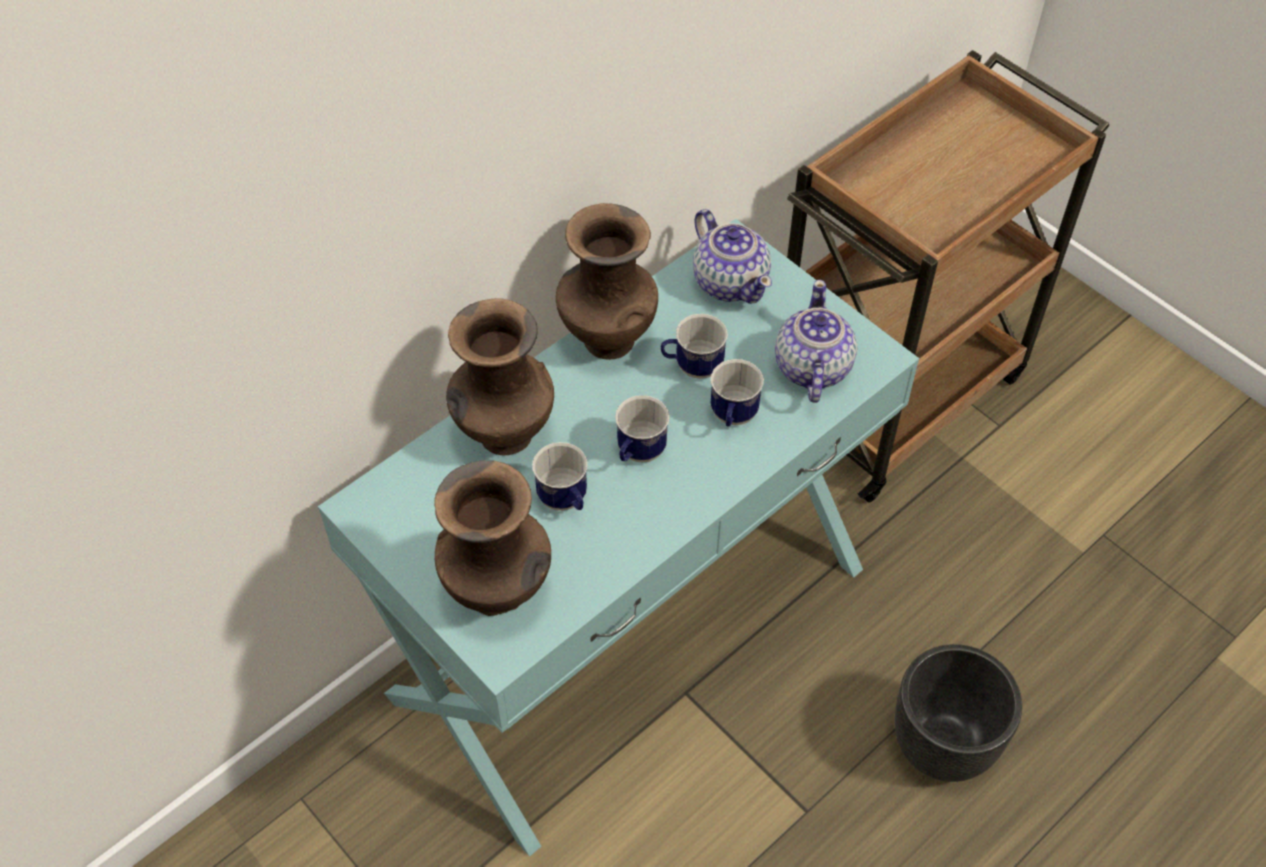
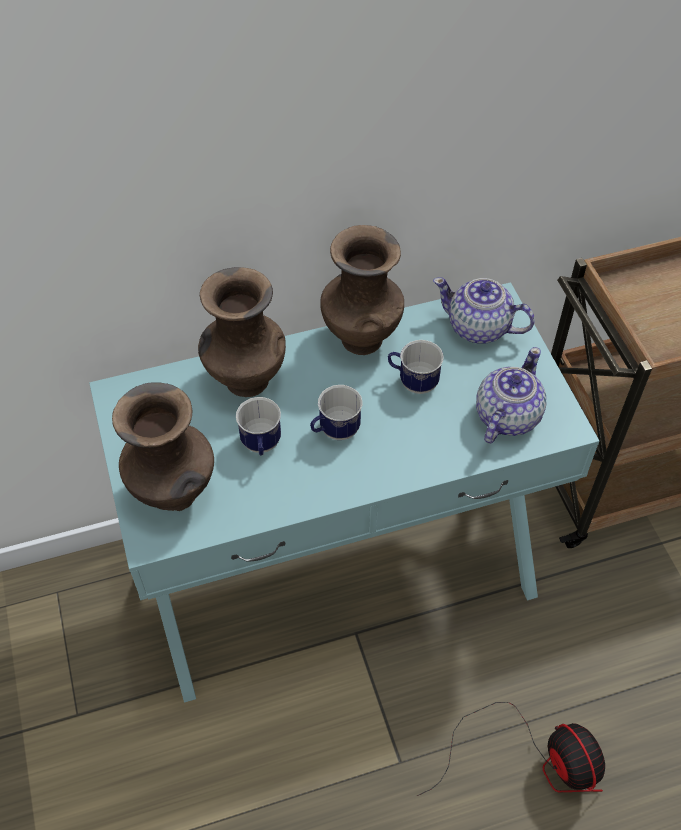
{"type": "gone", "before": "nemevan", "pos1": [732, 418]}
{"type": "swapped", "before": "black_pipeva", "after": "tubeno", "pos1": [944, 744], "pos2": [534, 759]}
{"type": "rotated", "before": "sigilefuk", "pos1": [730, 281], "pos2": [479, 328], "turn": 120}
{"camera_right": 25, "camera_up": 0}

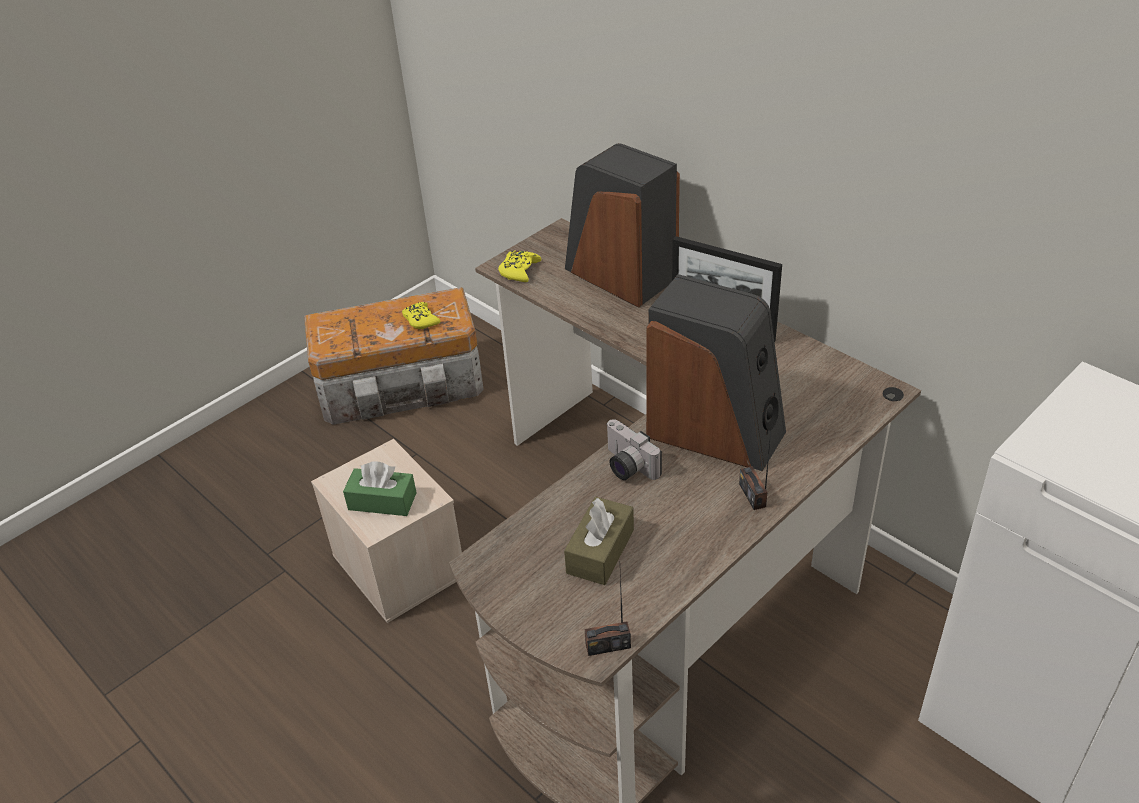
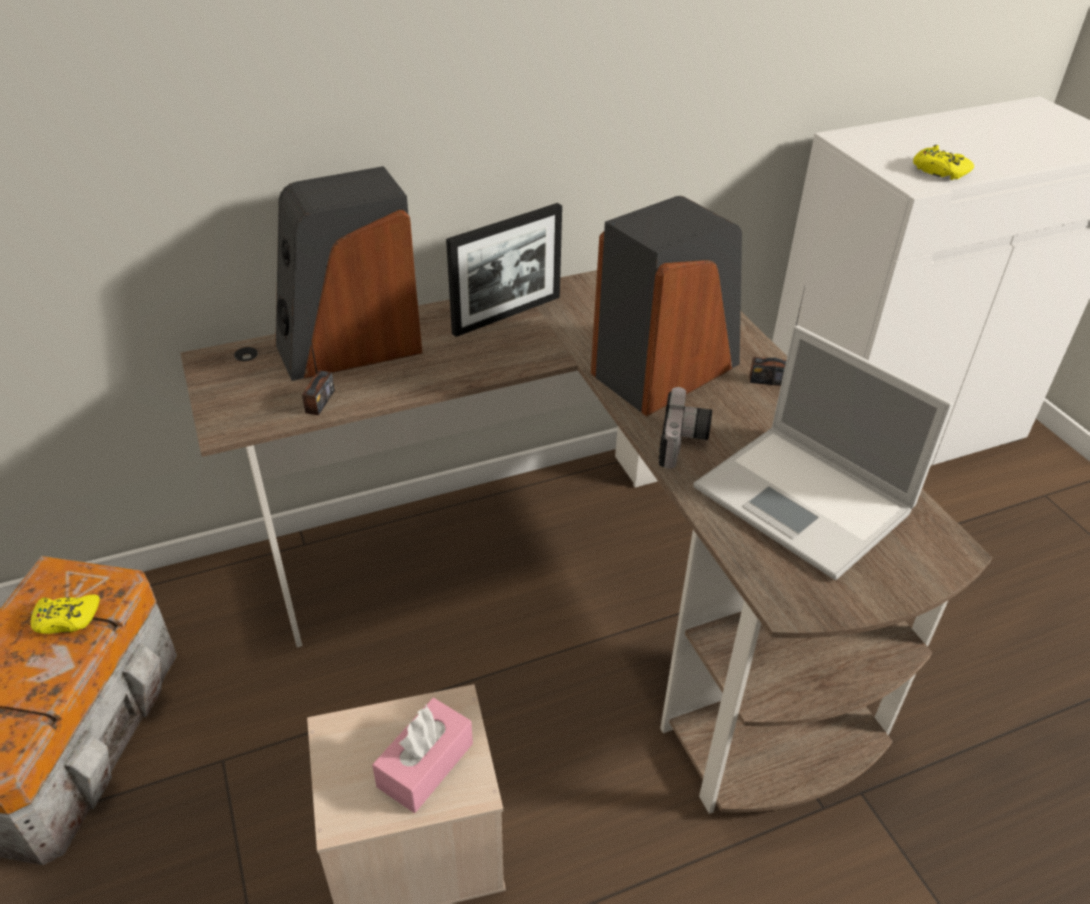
{"type": "shifted", "before": "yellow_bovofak", "pos1": [519, 271], "pos2": [939, 171]}
{"type": "shifted", "before": "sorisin", "pos1": [608, 645], "pos2": [319, 401]}
{"type": "swapped", "before": "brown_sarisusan", "after": "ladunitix", "pos1": [600, 551], "pos2": [806, 501]}
{"type": "repainted", "before": "green_sarisusan", "after": "pink_sarisusan", "pos1": [382, 501], "pos2": [425, 765]}
{"type": "rotated", "before": "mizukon", "pos1": [626, 466], "pos2": [684, 443], "turn": -60}
{"camera_right": -70, "camera_up": 0}

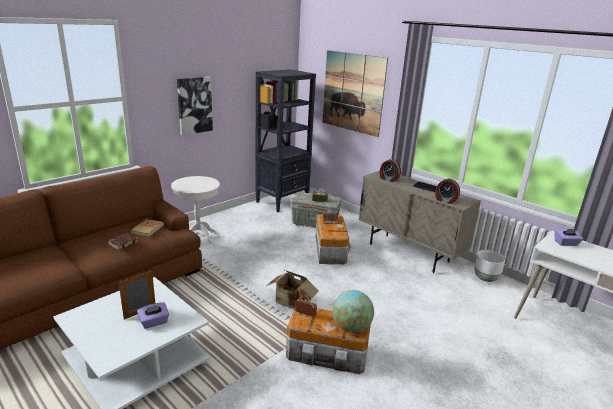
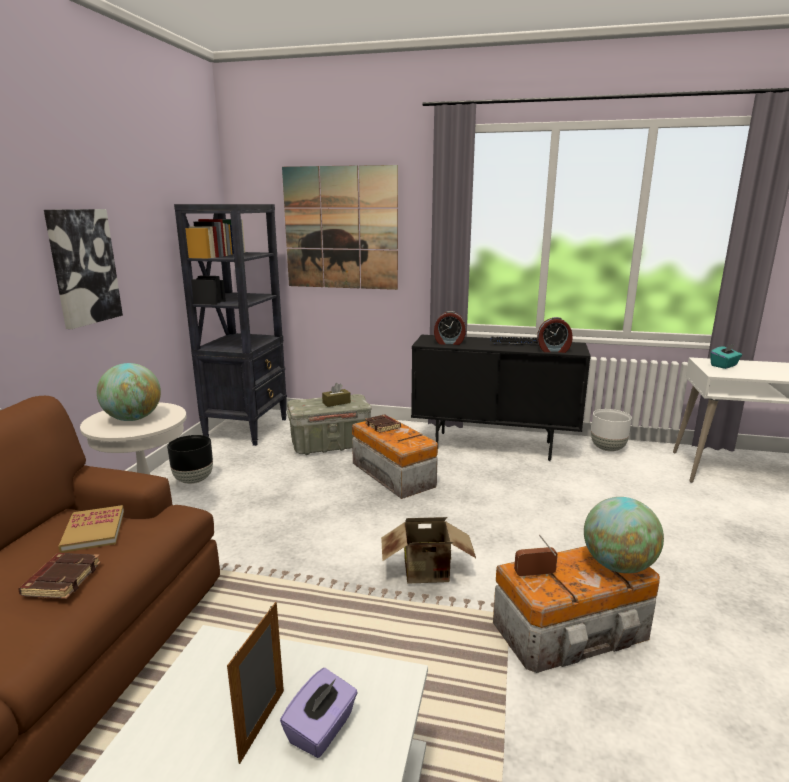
{"type": "new", "after": "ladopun", "pos2": [133, 419]}
{"type": "new", "after": "black_pipeva", "pos2": [194, 480]}
{"type": "repainted", "before": "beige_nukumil", "after": "black_nukumil", "pos1": [408, 253], "pos2": [493, 446]}
{"type": "repainted", "before": "purple_sarisusan", "after": "turquoise_sarisusan", "pos1": [566, 243], "pos2": [724, 365]}
{"camera_right": -30, "camera_up": -5}

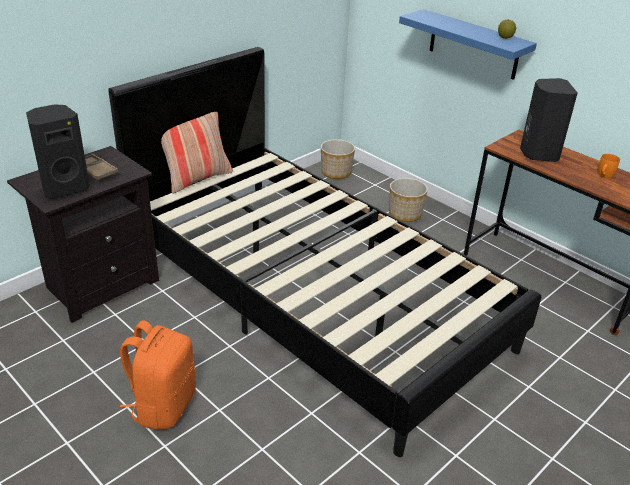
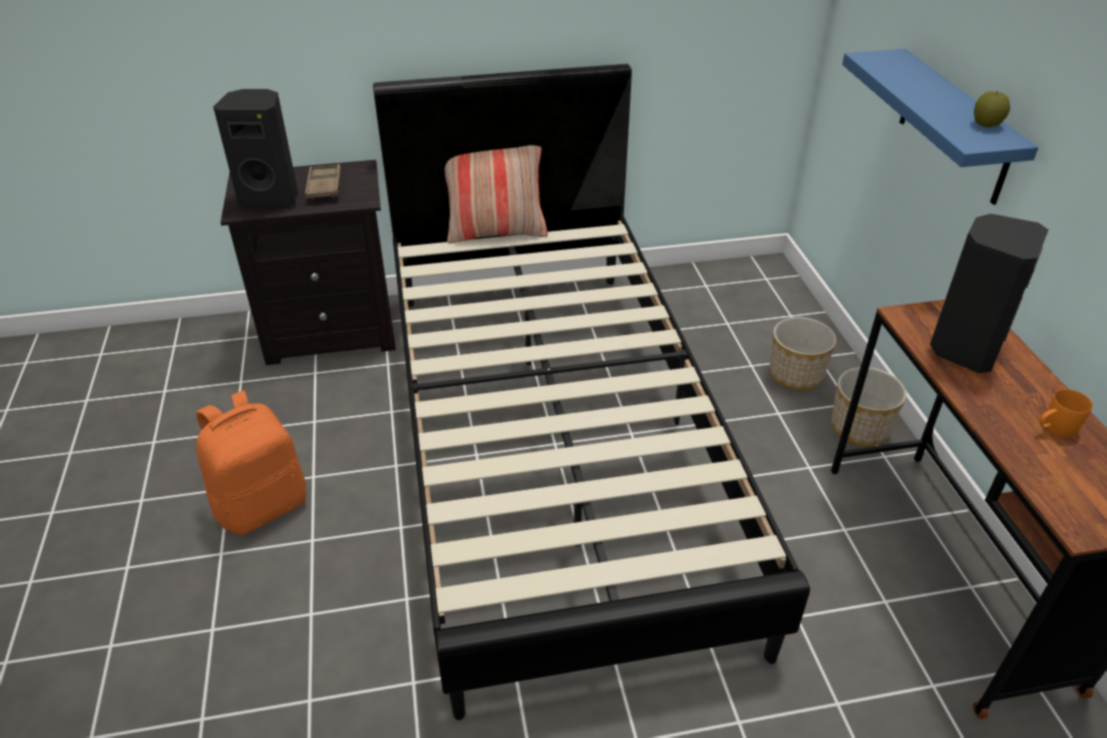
{"type": "shifted", "before": "pipeva", "pos1": [336, 172], "pos2": [859, 428]}
{"camera_right": 35, "camera_up": 5}

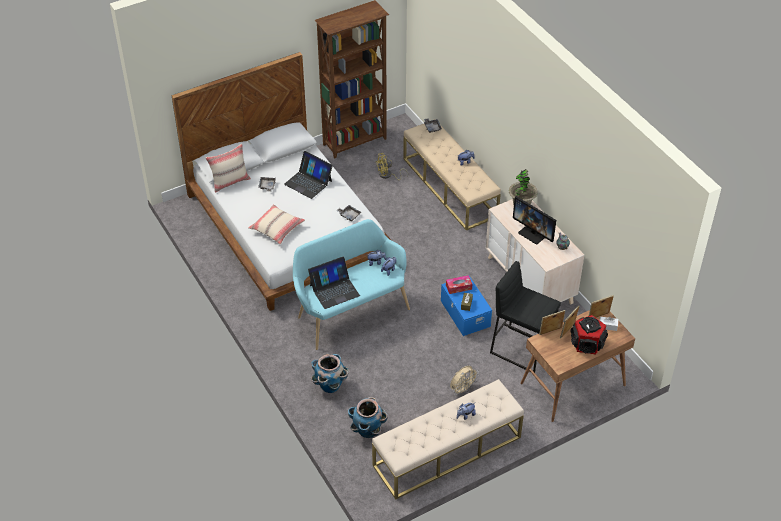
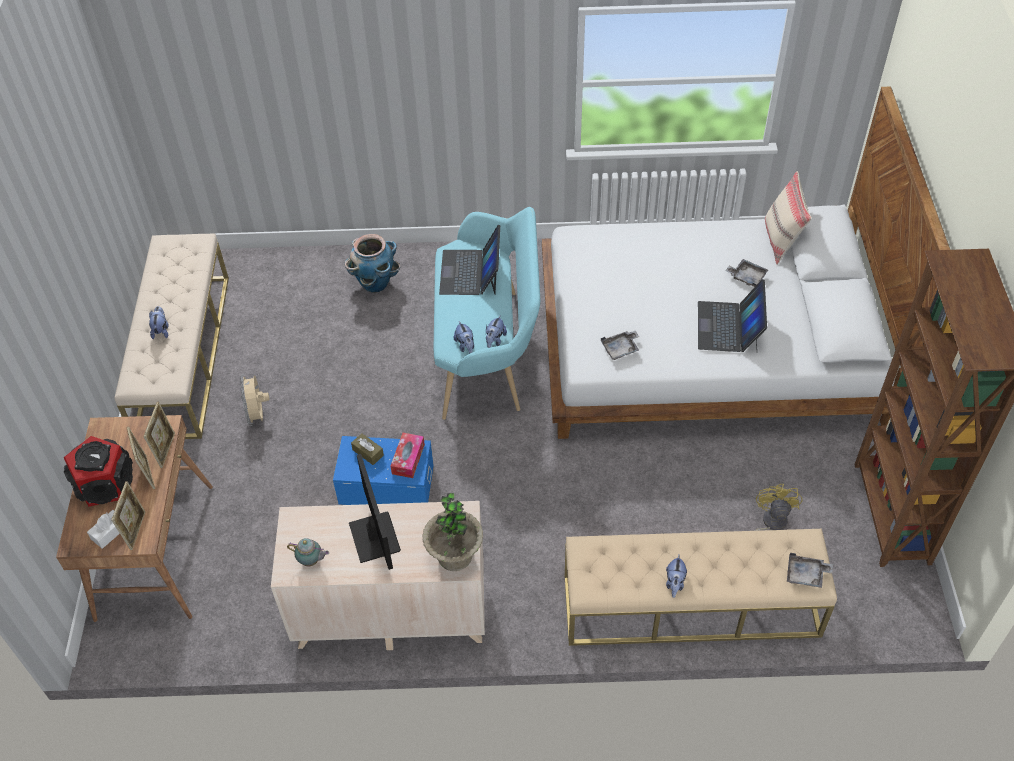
{"type": "gone", "before": "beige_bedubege", "pos1": [277, 228]}
{"type": "gone", "before": "pipeva", "pos1": [368, 431]}
{"type": "gone", "before": "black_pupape", "pos1": [522, 349]}
{"type": "rotated", "before": "ladunitix", "pos1": [308, 182], "pos2": [729, 327], "turn": -60}
{"type": "rotated", "before": "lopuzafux", "pos1": [534, 233], "pos2": [374, 536], "turn": 90}
{"camera_right": 120, "camera_up": 5}

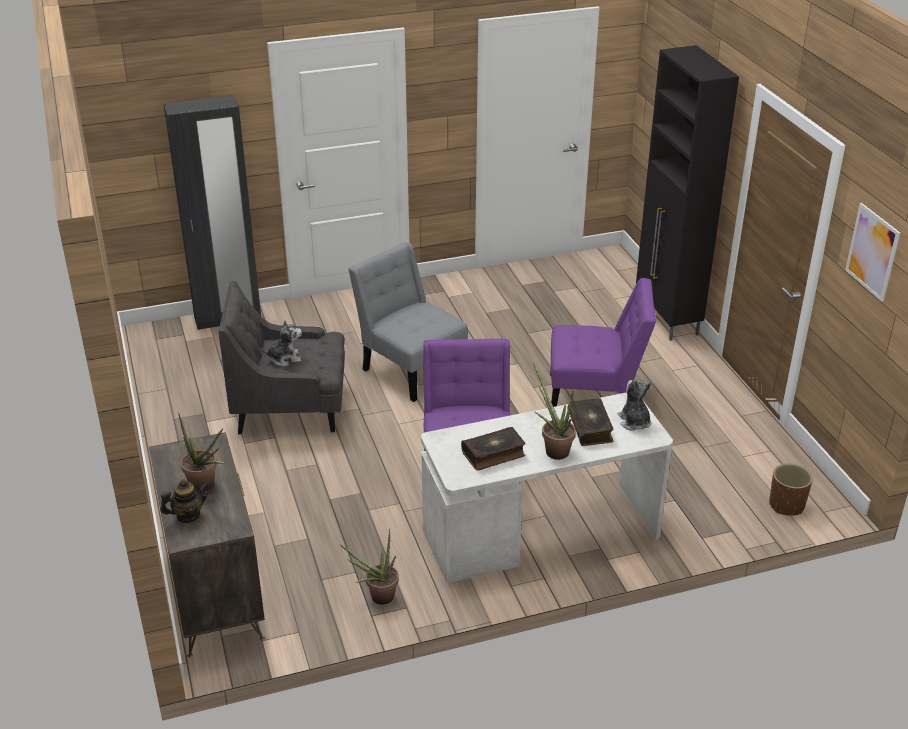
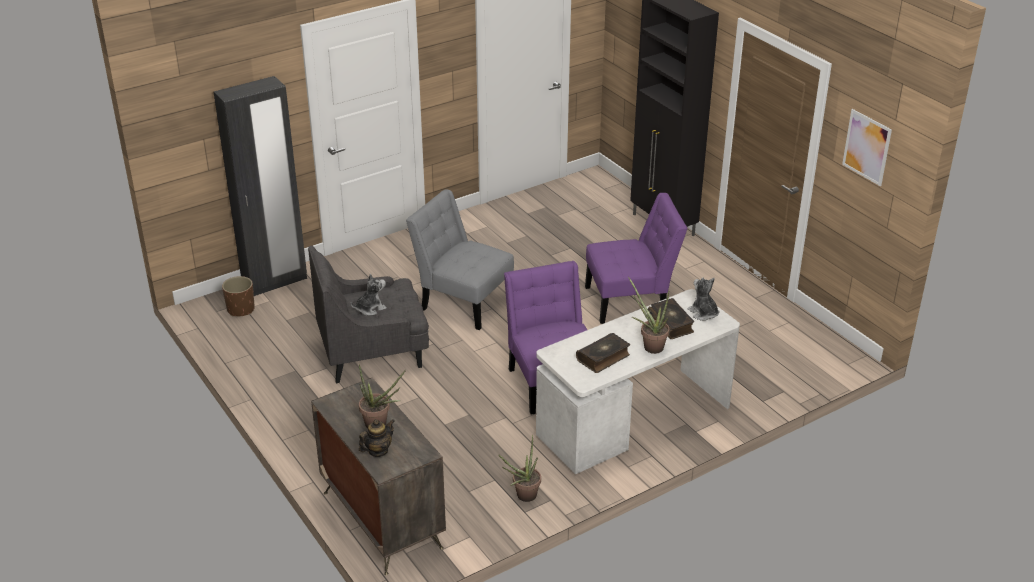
{"type": "shifted", "before": "brown_pipeva", "pos1": [786, 505], "pos2": [241, 309]}
{"camera_right": -15, "camera_up": 0}

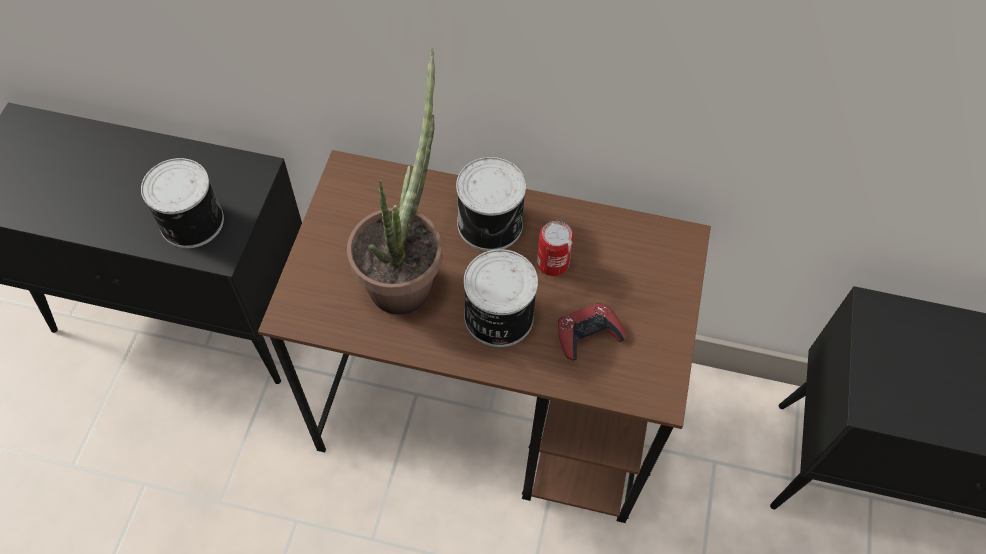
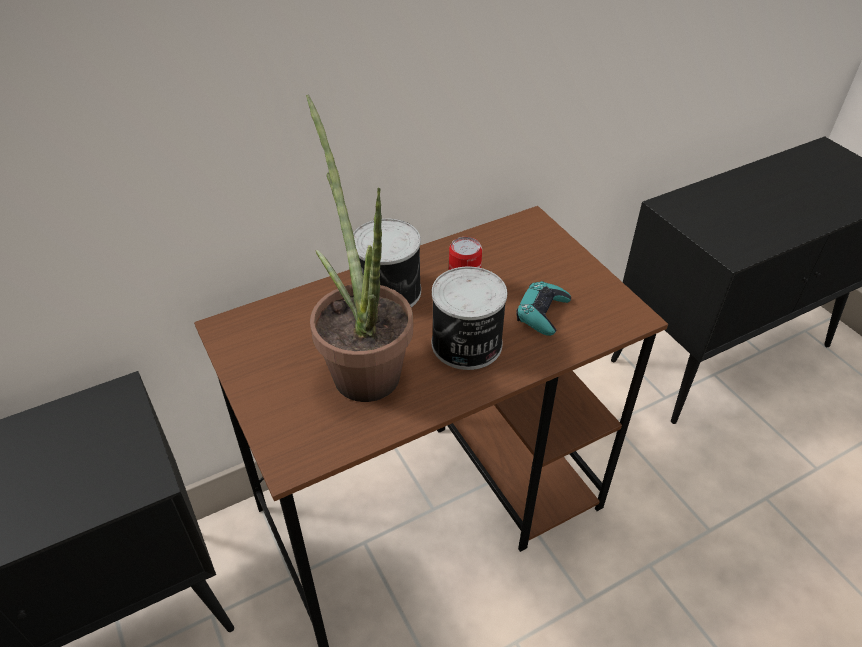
{"type": "gone", "before": "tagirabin", "pos1": [190, 222]}
{"type": "repainted", "before": "red_bovofak", "after": "turquoise_bovofak", "pos1": [588, 334], "pos2": [542, 313]}
{"camera_right": -40, "camera_up": -15}

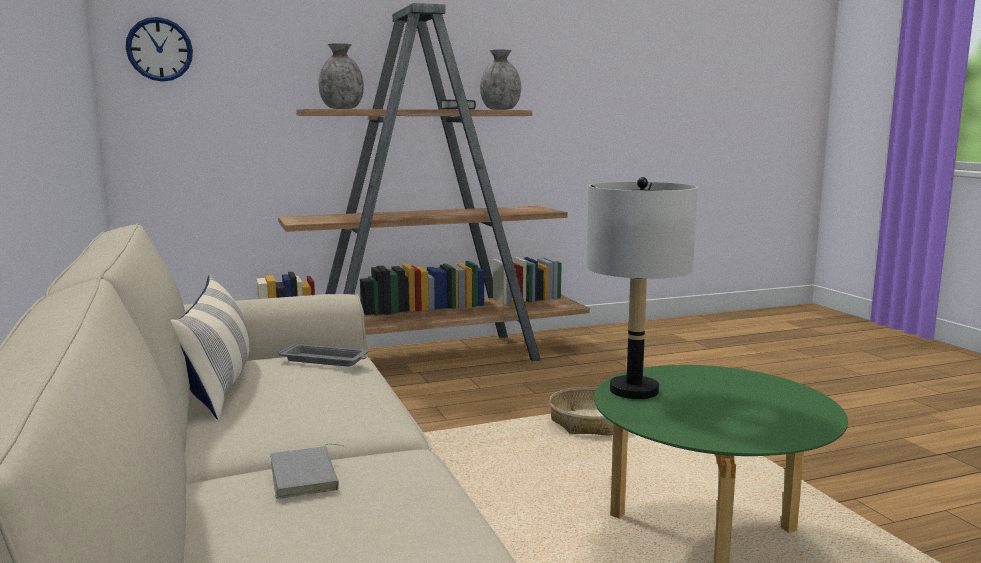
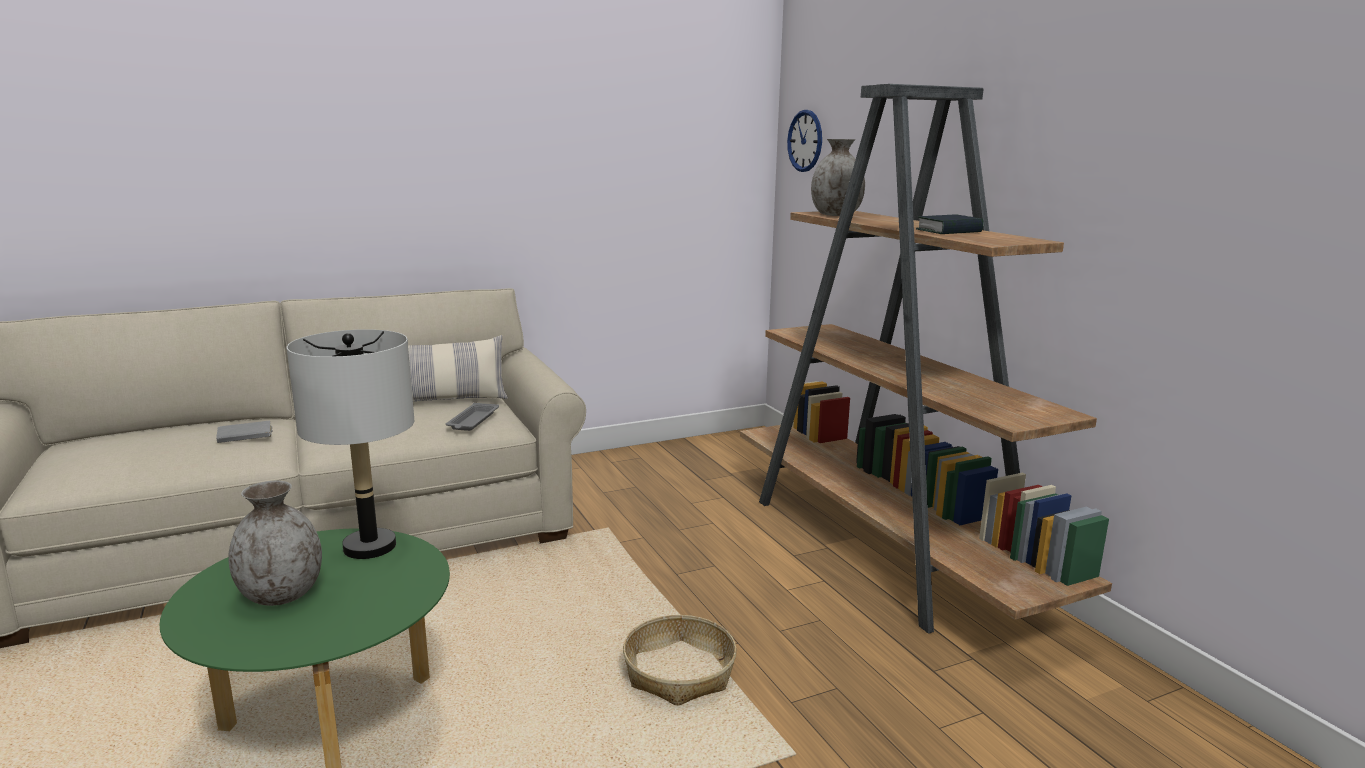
{"type": "shifted", "before": "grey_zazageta", "pos1": [500, 109], "pos2": [281, 595]}
{"camera_right": 85, "camera_up": 5}

